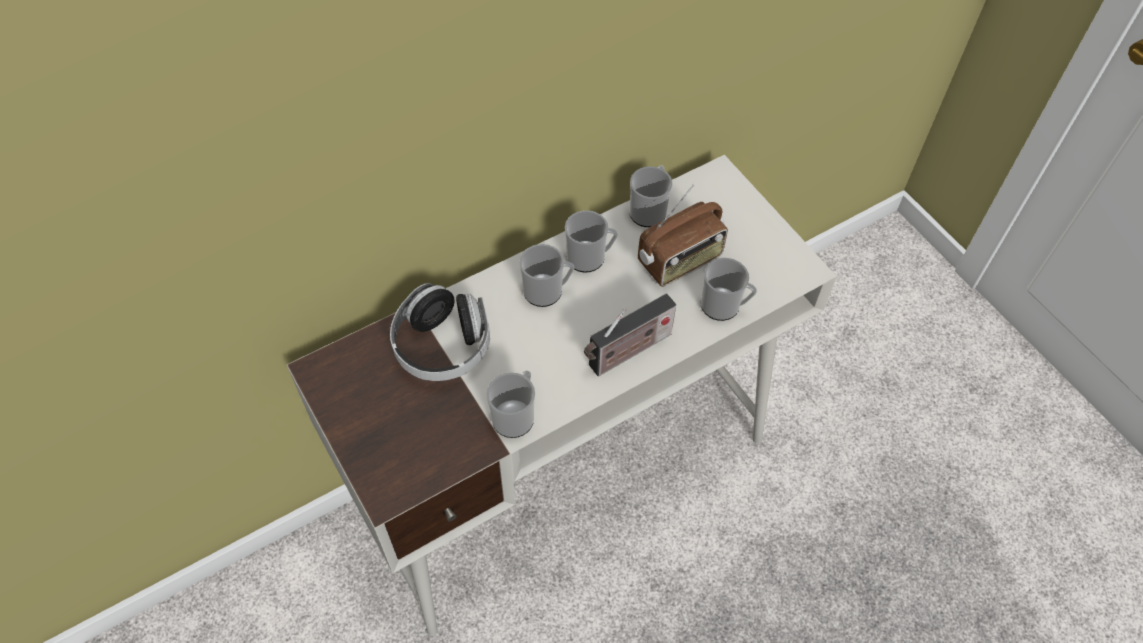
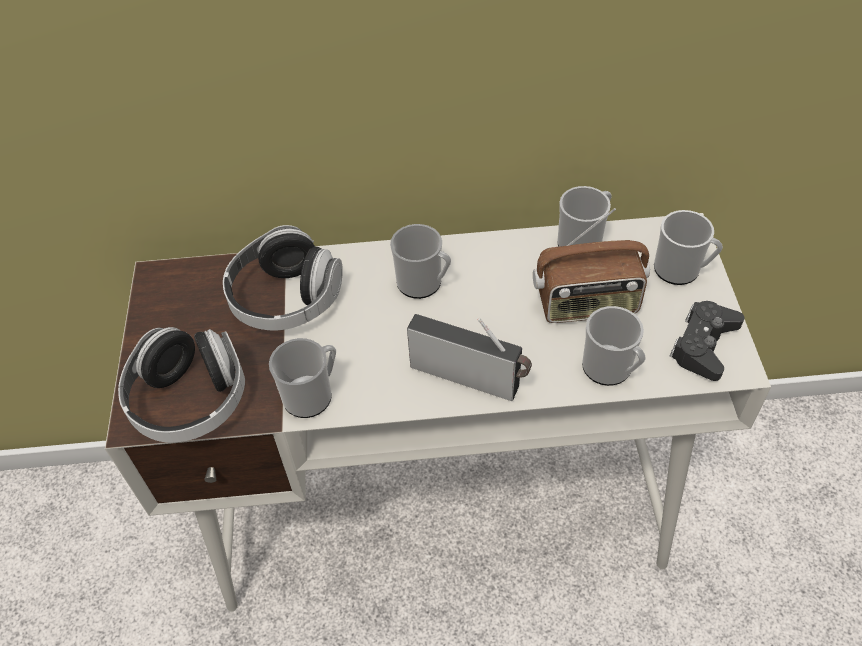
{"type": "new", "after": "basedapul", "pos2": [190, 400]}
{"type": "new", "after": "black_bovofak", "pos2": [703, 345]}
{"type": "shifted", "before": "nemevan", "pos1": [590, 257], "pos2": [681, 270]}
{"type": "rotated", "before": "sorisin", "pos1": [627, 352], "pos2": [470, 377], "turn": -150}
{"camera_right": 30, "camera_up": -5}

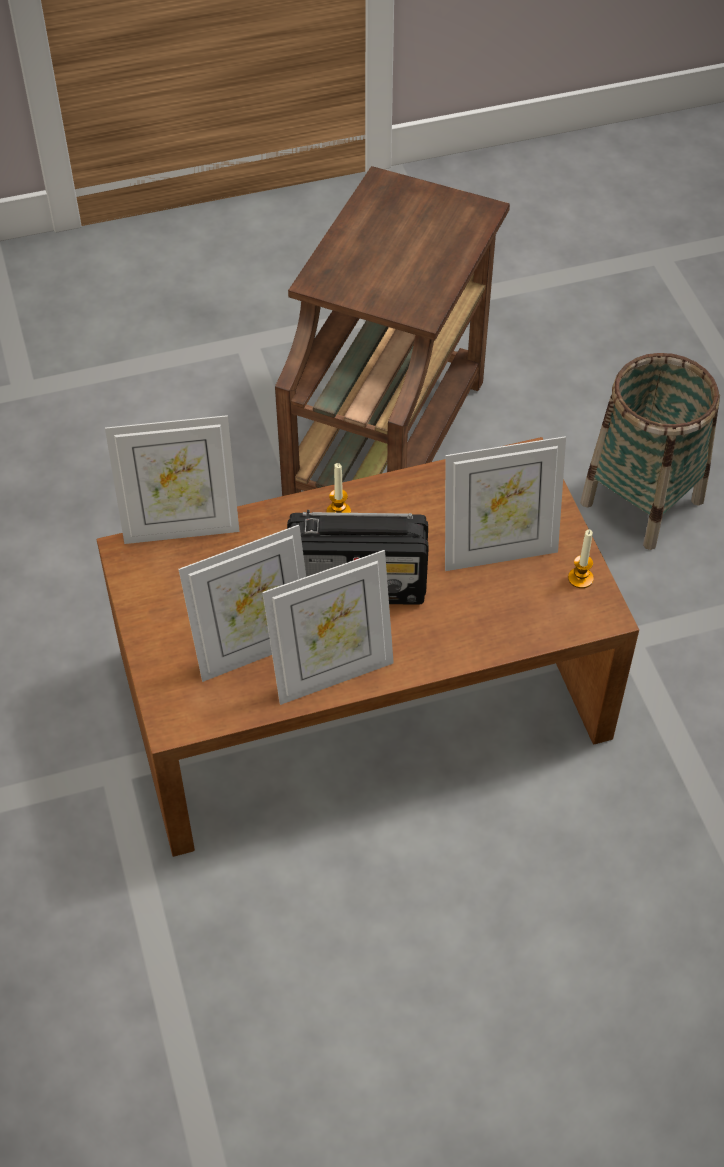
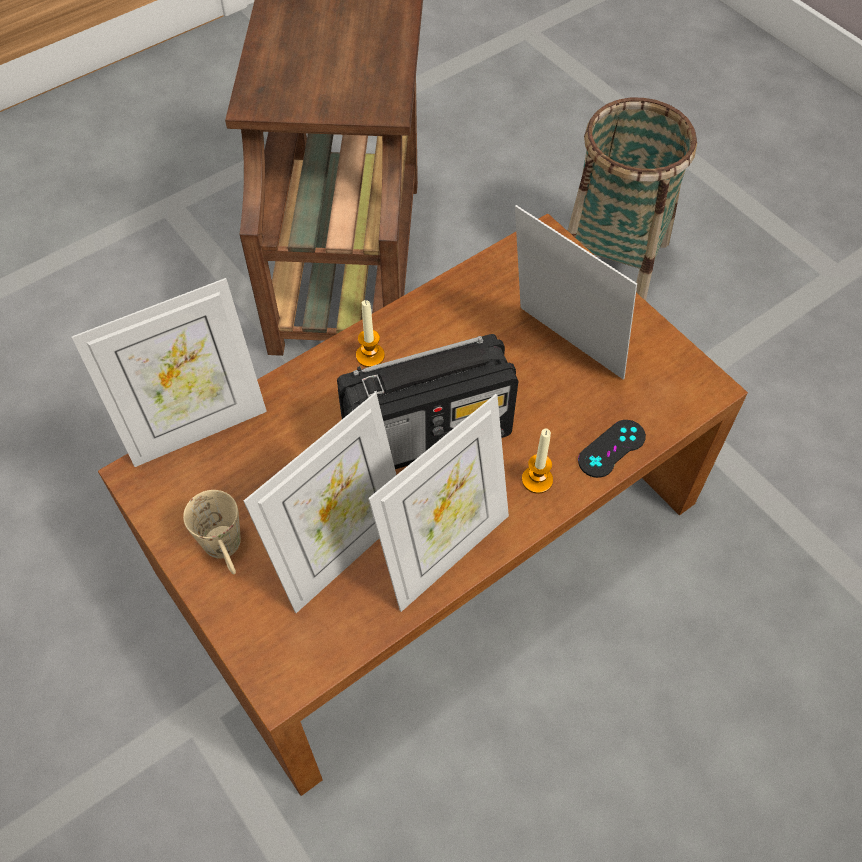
{"type": "new", "after": "beige_nemevan", "pos2": [226, 552]}
{"type": "new", "after": "black_bovofak", "pos2": [611, 449]}
{"type": "shifted", "before": "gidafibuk", "pos1": [580, 578], "pos2": [537, 480]}
{"type": "rotated", "before": "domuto", "pos1": [498, 552], "pos2": [562, 350], "turn": -105}
{"camera_right": -20, "camera_up": 5}

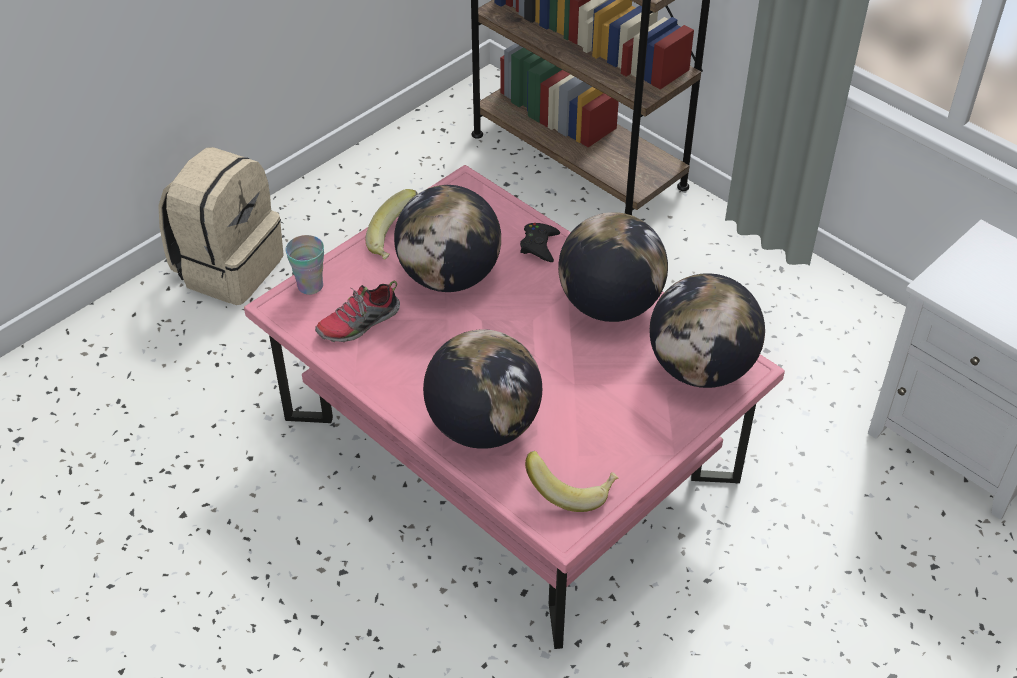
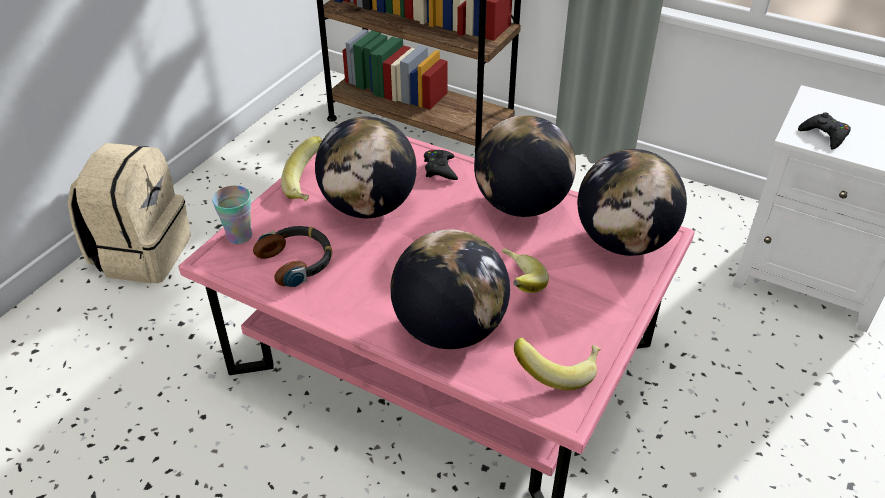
{"type": "new", "after": "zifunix", "pos2": [516, 284]}
{"type": "new", "after": "black_bovofak", "pos2": [824, 135]}
{"type": "swapped", "before": "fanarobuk", "after": "basedapul", "pos1": [359, 324], "pos2": [297, 261]}
{"camera_right": -15, "camera_up": -5}

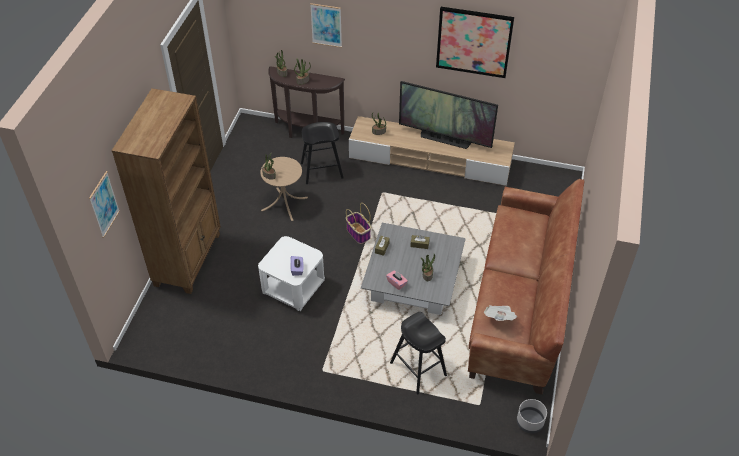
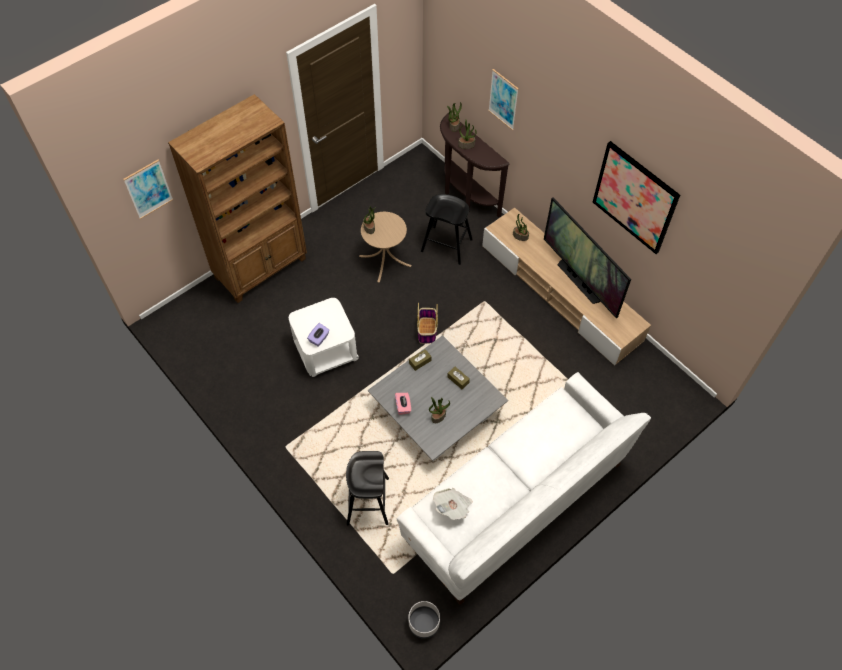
{"type": "repainted", "before": "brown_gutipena", "after": "white_gutipena", "pos1": [519, 306], "pos2": [515, 502]}
{"camera_right": 35, "camera_up": 10}

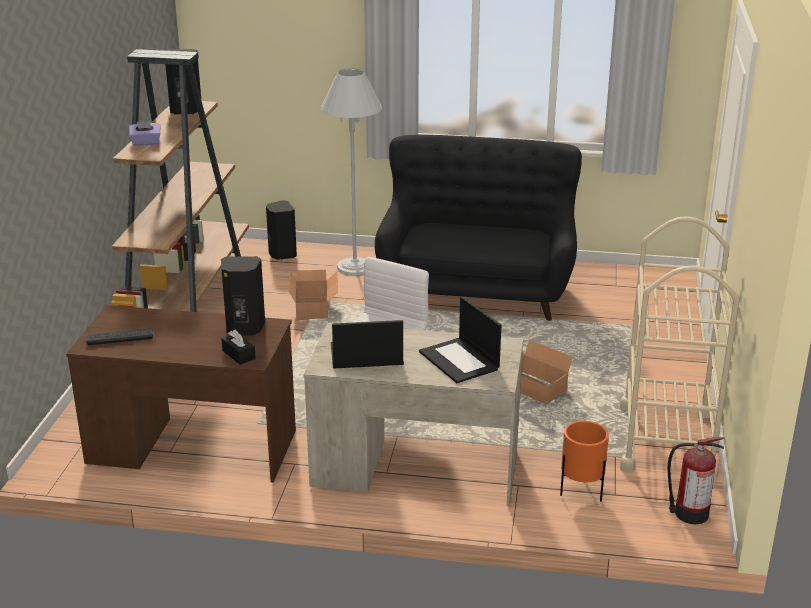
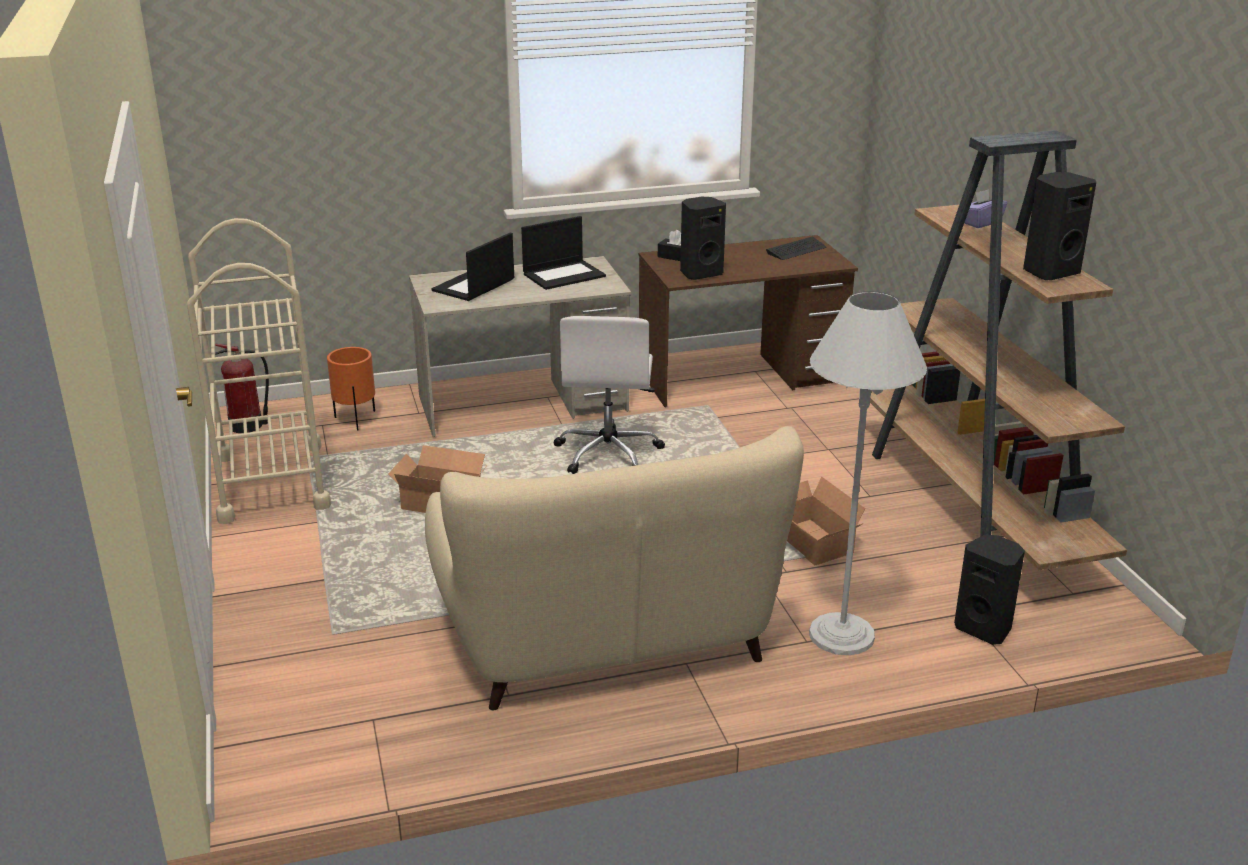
{"type": "repainted", "before": "black_gutipena", "after": "beige_gutipena", "pos1": [476, 290], "pos2": [608, 639]}
{"type": "rotated", "before": "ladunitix", "pos1": [460, 361], "pos2": [473, 286], "turn": -90}
{"camera_right": 155, "camera_up": 0}

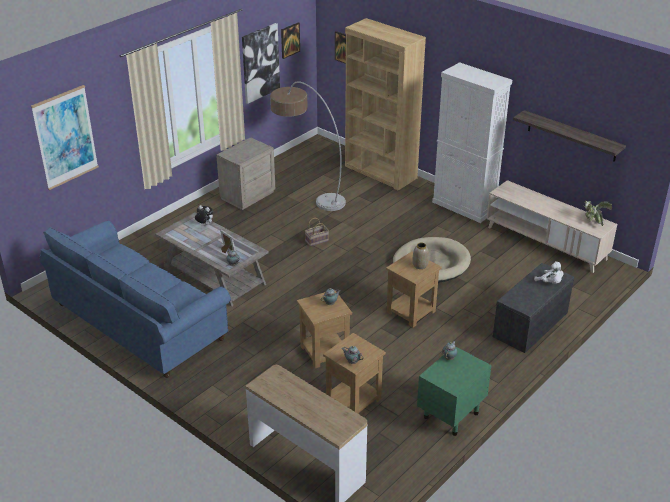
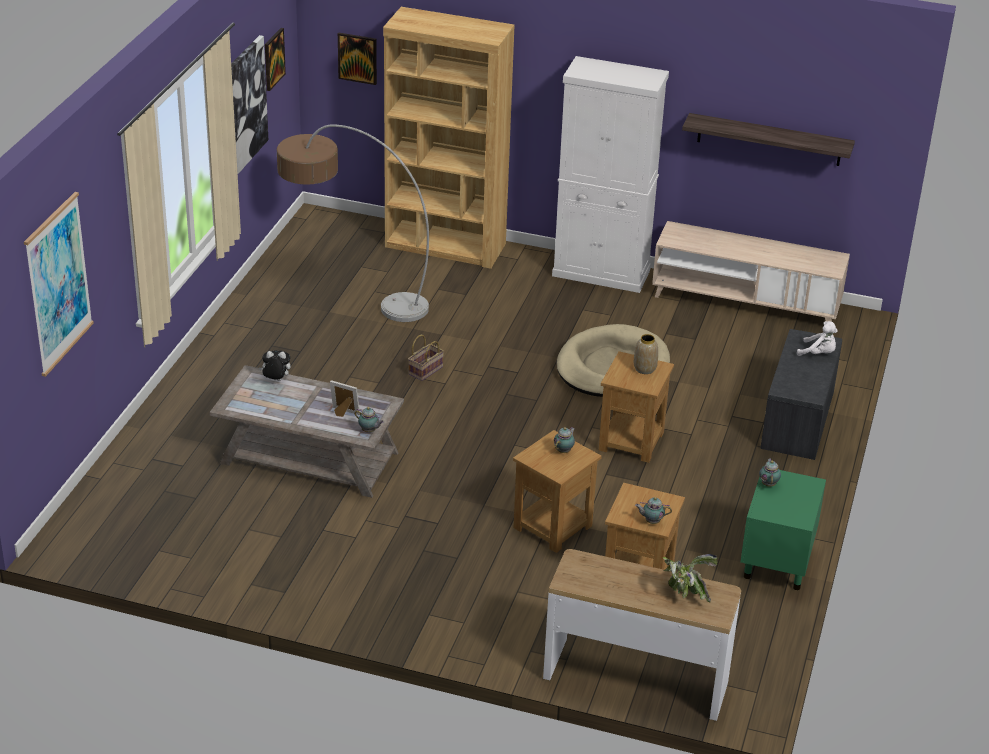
{"type": "gone", "before": "blue_gutipena", "pos1": [139, 322]}
{"type": "gone", "before": "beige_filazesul", "pos1": [247, 195]}
{"type": "shifted", "before": "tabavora", "pos1": [593, 221], "pos2": [684, 592]}
{"camera_right": -25, "camera_up": 0}

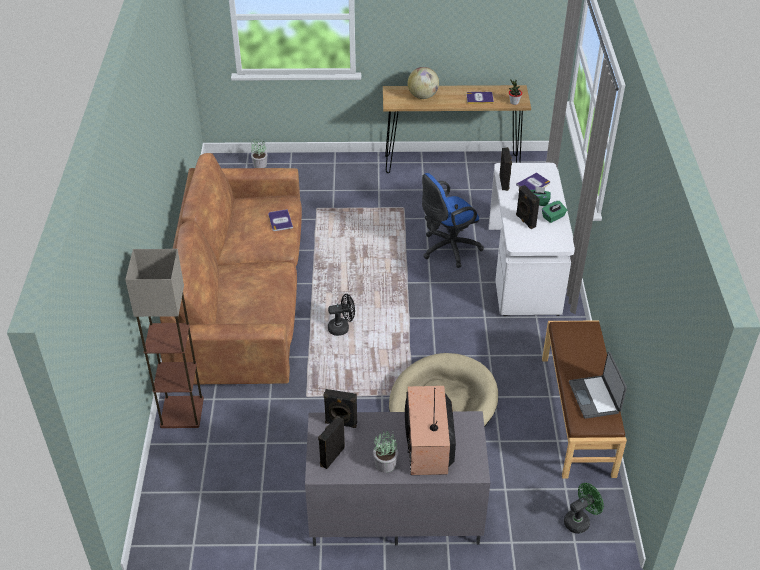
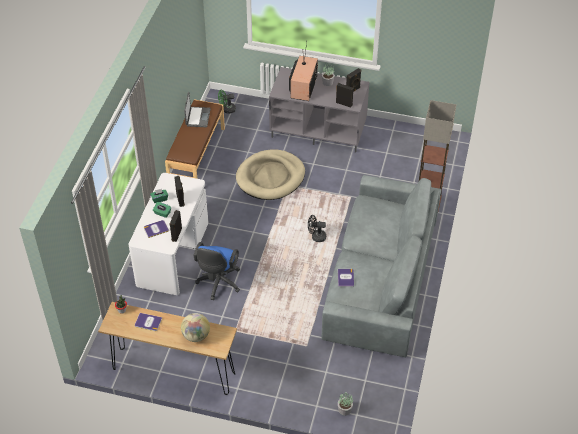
{"type": "repainted", "before": "brown_gutipena", "after": "grey_gutipena", "pos1": [241, 294], "pos2": [380, 277]}
{"type": "rotated", "before": "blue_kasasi", "pos1": [447, 249], "pos2": [218, 283], "turn": 120}
{"camera_right": -165, "camera_up": 5}

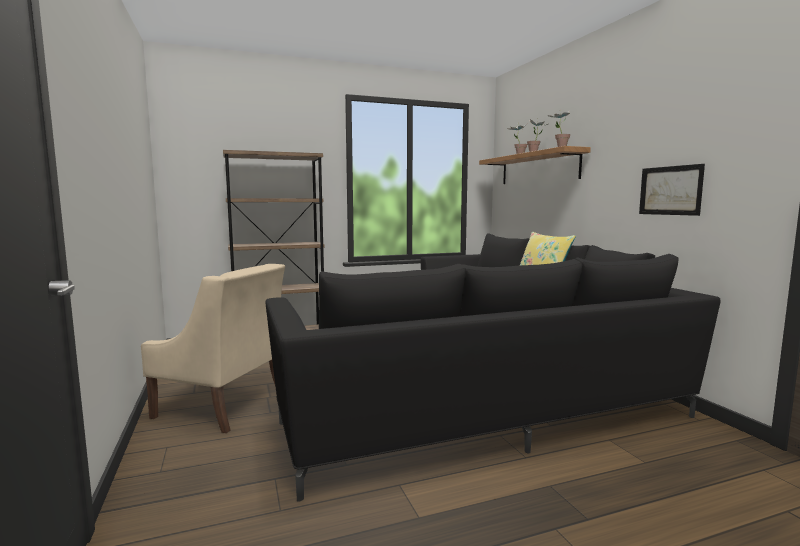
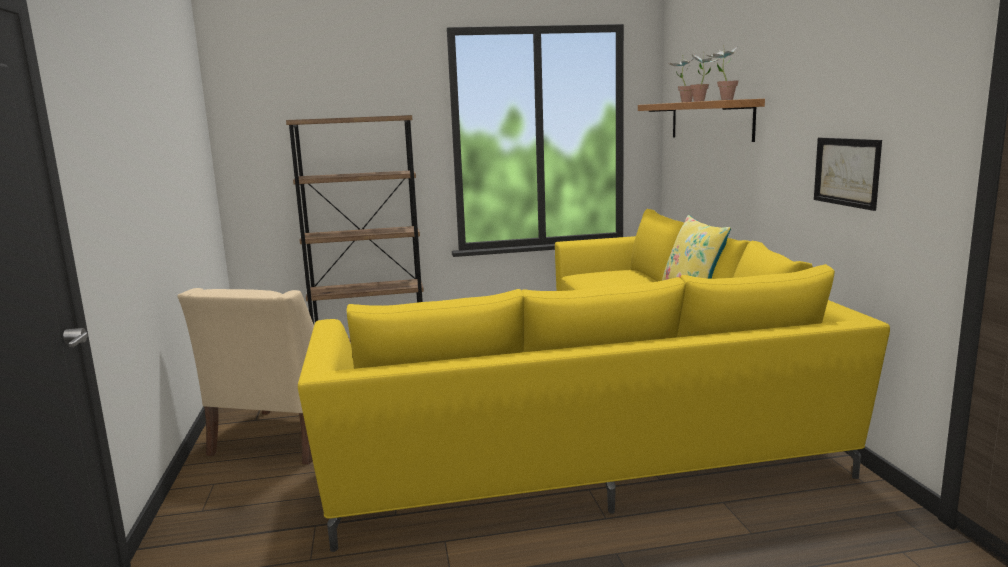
{"type": "repainted", "before": "black_gutipena", "after": "yellow_gutipena", "pos1": [494, 384], "pos2": [616, 421]}
{"type": "rotated", "before": "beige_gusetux", "pos1": [222, 405], "pos2": [283, 436], "turn": 75}
{"camera_right": 10, "camera_up": 5}

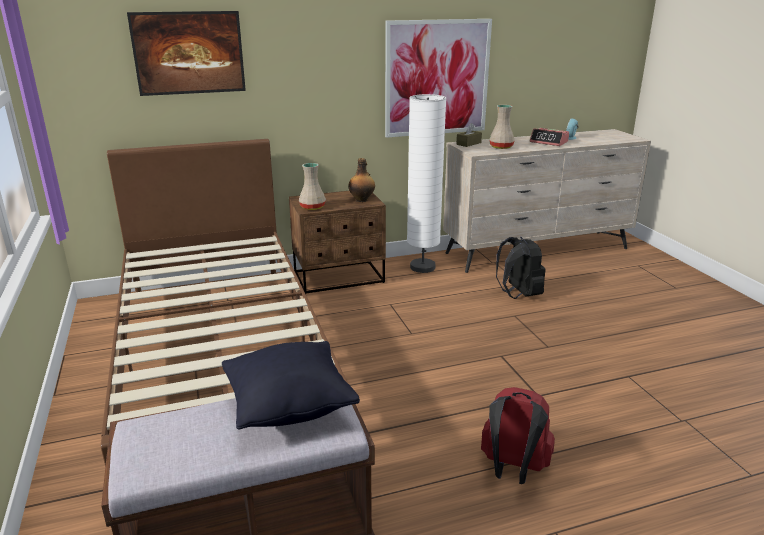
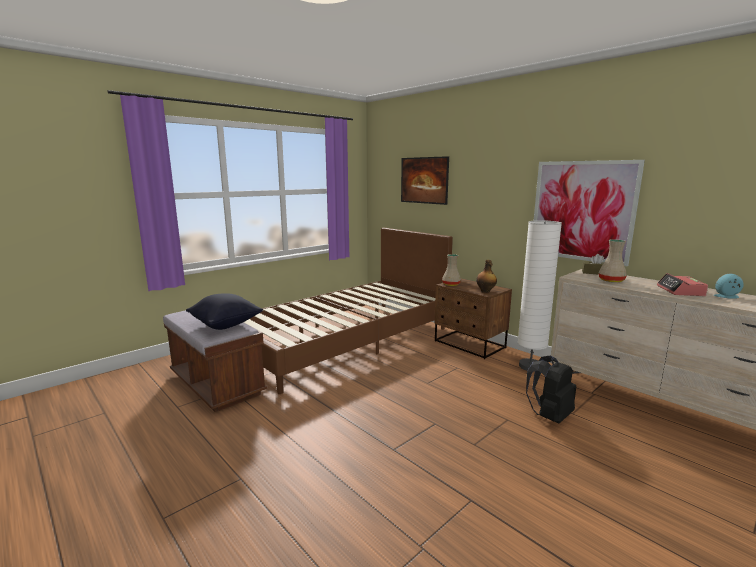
{"type": "gone", "before": "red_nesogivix", "pos1": [512, 469]}
{"camera_right": 65, "camera_up": -10}

